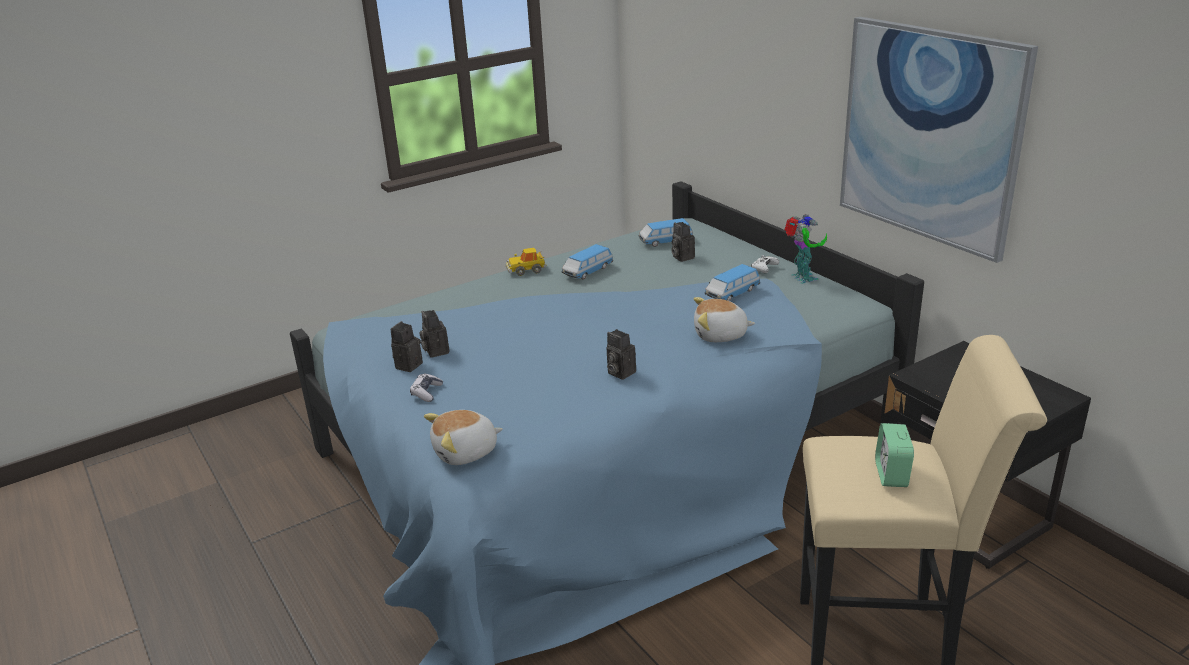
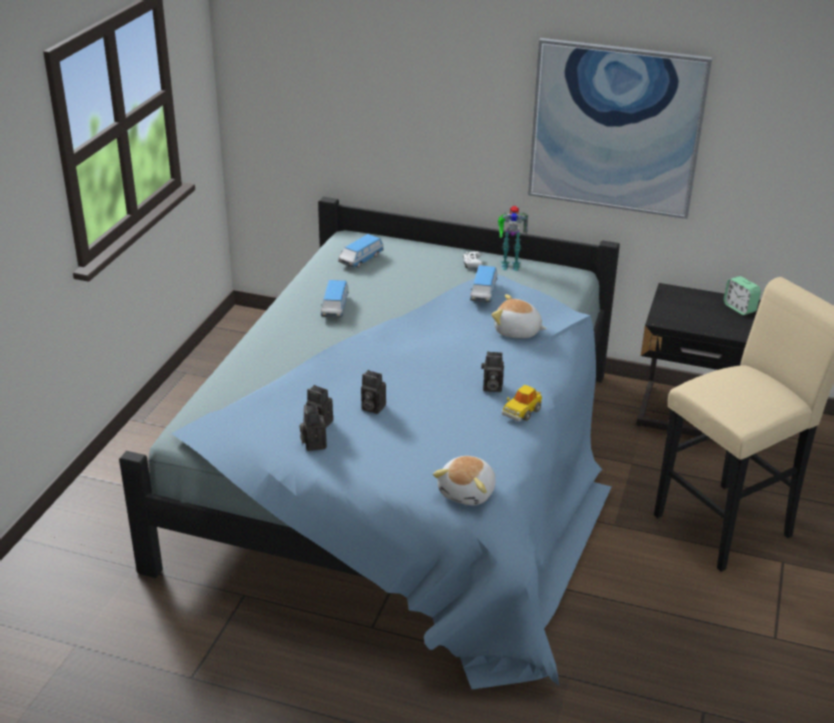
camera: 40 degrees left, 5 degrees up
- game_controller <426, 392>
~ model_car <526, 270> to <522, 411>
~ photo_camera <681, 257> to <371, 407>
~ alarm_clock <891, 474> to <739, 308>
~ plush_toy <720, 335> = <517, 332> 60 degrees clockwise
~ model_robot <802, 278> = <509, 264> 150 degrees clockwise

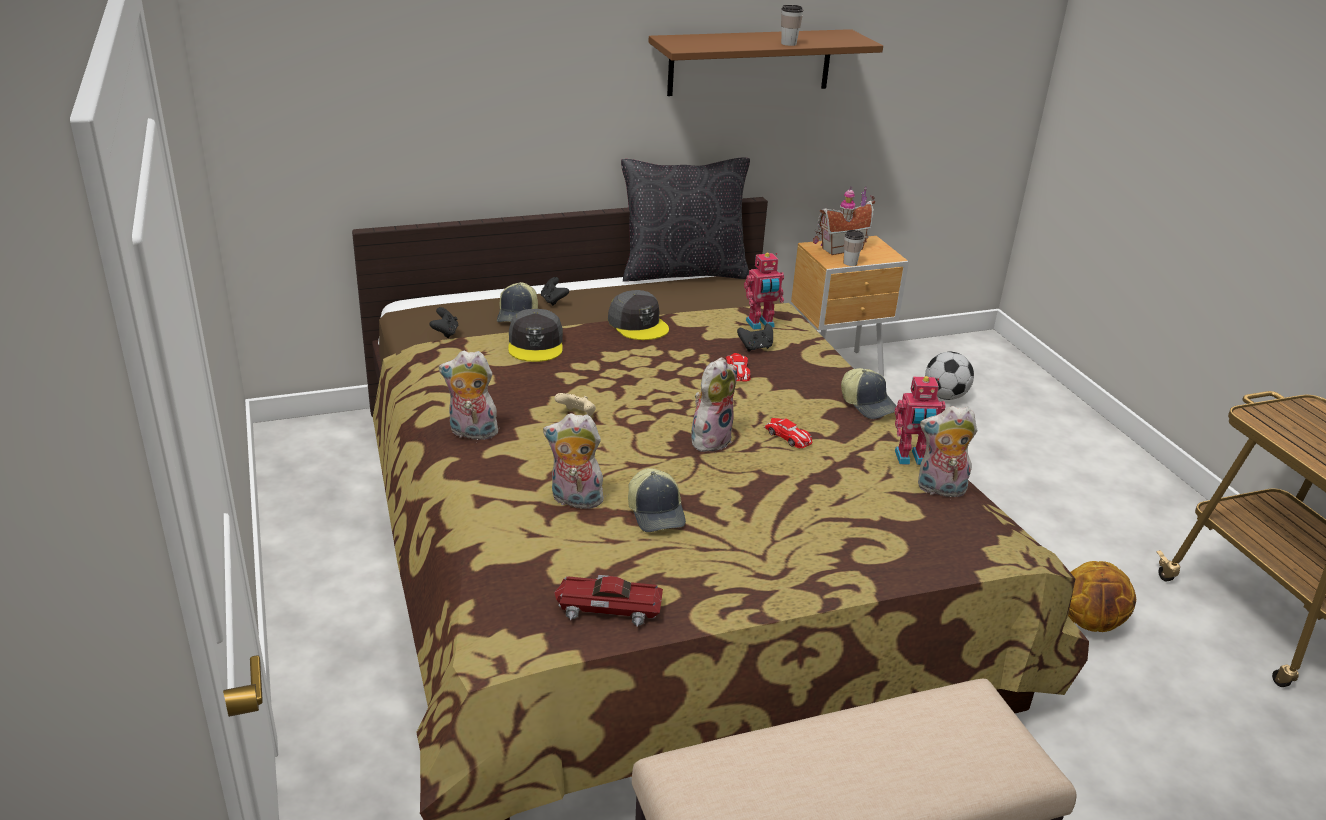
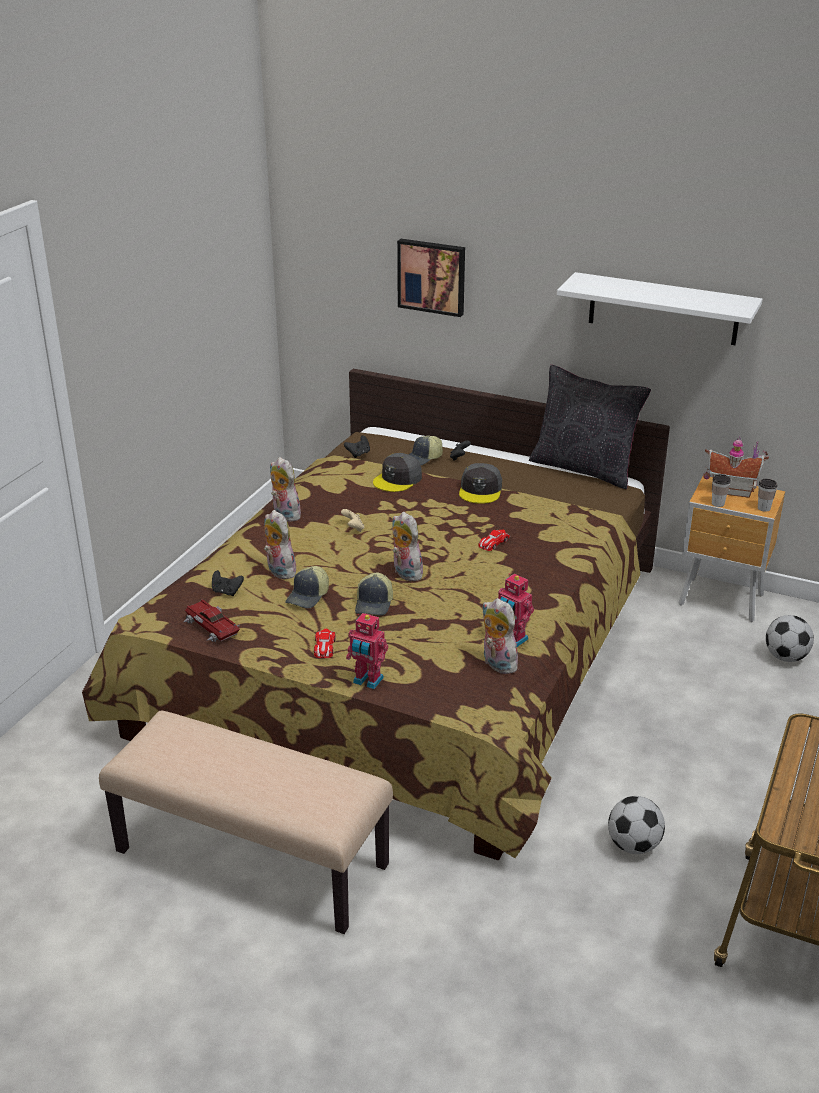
camera: 45 degrees right, 0 degrees up
+ picture <432, 276>
~ blackish_game_controller <756, 347> to <226, 592>
~ model_robot <760, 324> to <367, 681>
~ model_car <788, 437> to <324, 647>
~ cup <788, 43> to <764, 508>
~ cap <868, 404> to <374, 604>
~ basketball_ball <1090, 623> to football <633, 846>
~ brown-coloured_shelf <750, 62> to whitish_shelf <663, 309>
~ plush_toy <710, 439> = <405, 573> 120 degrees counterclockwise

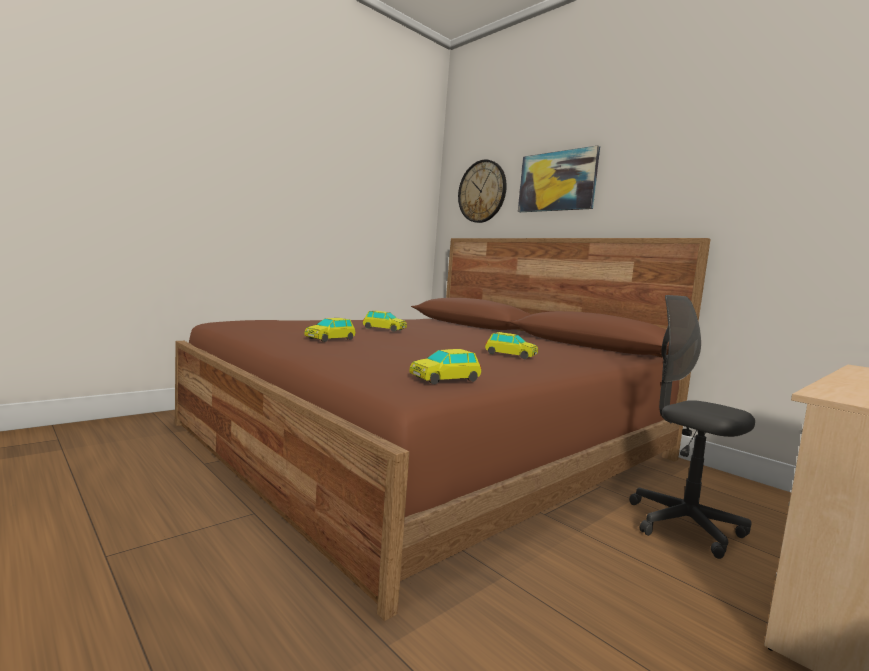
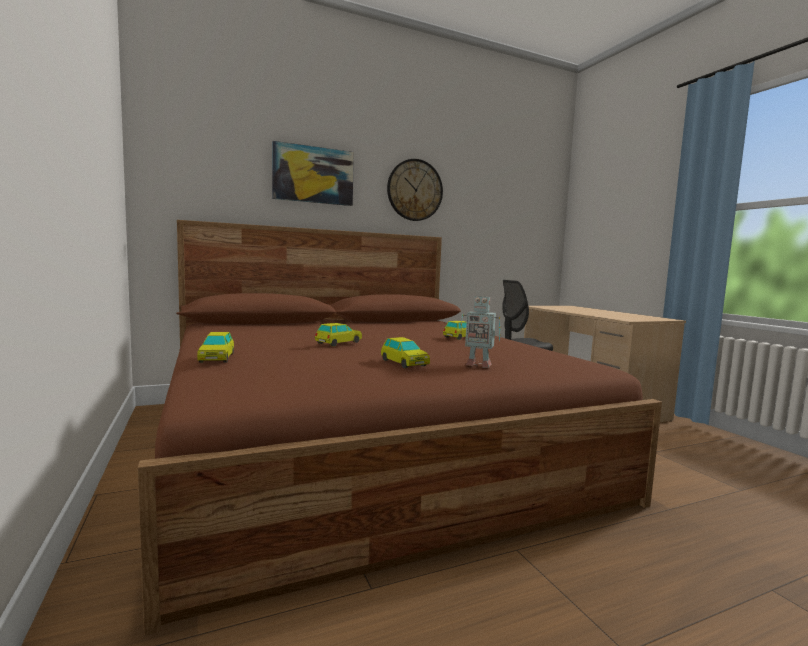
camera: 70 degrees left, 0 degrees up
+ model_robot <478, 364>
~ model_car <445, 379> to <217, 358>
~ wall_clock <482, 191> to <414, 190>

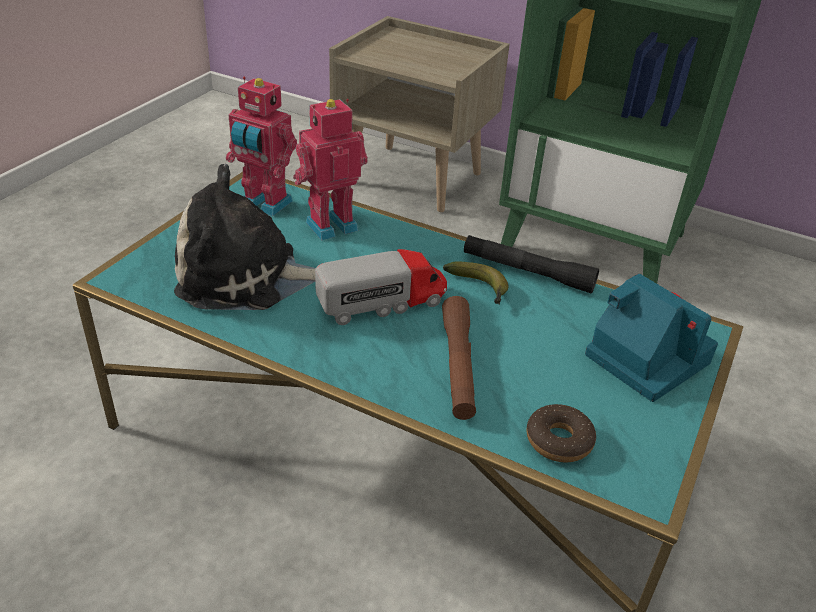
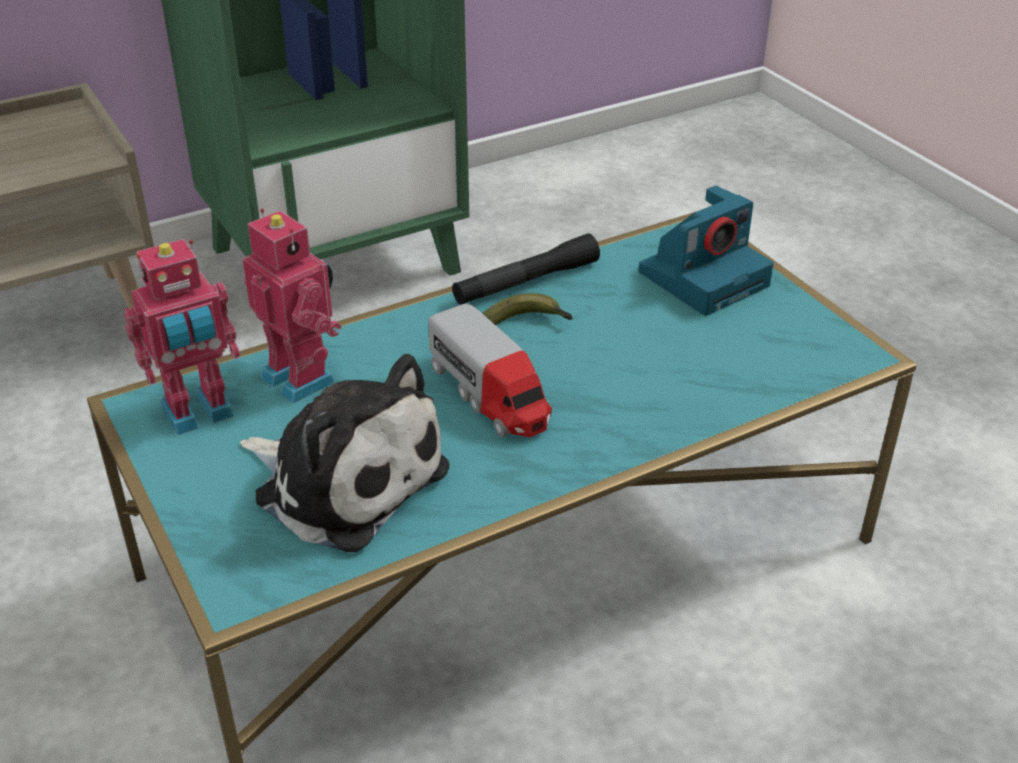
camera: 55 degrees left, 0 degrees up
- brown-coloured_flashlight <458, 366>
- ring_doughnut <559, 441>
~ plush_toy <246, 276> = <344, 480> 90 degrees counterclockwise
~ model_robot <330, 224> = <302, 377> 135 degrees clockwise
~ toy_lorry <383, 302> = <491, 395> 135 degrees clockwise
~ photo_camera <644, 357> = <704, 277> 150 degrees clockwise

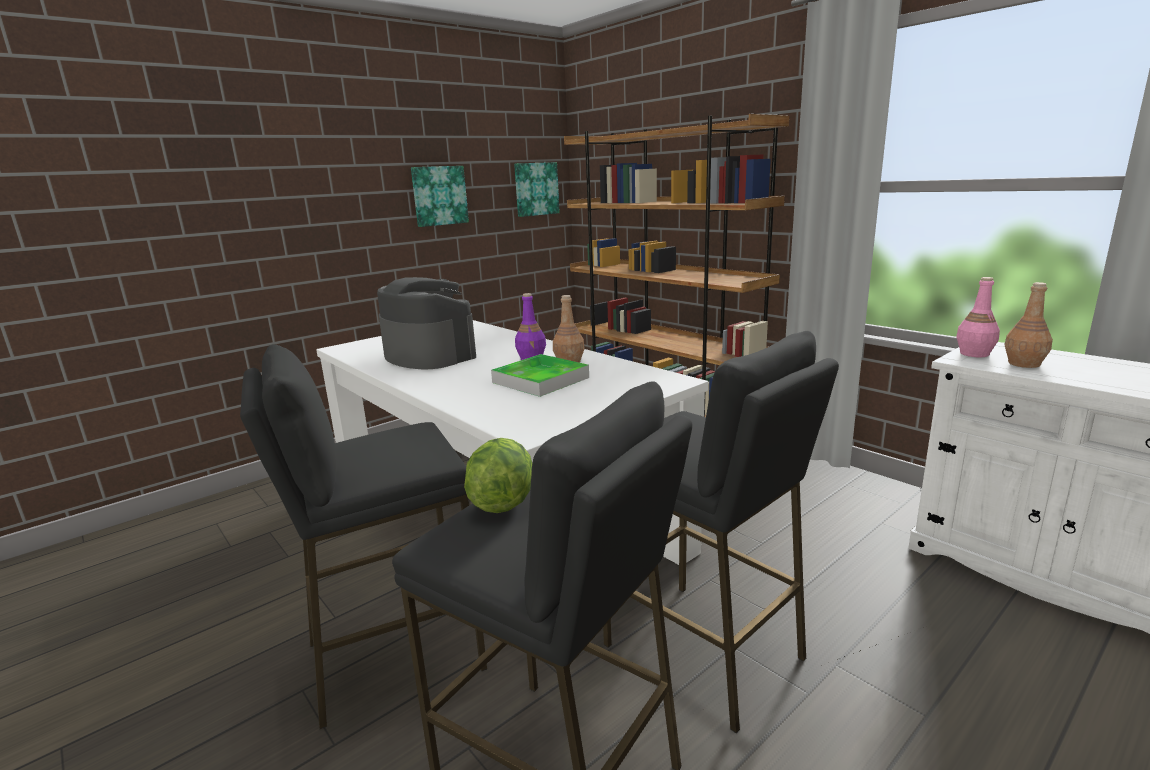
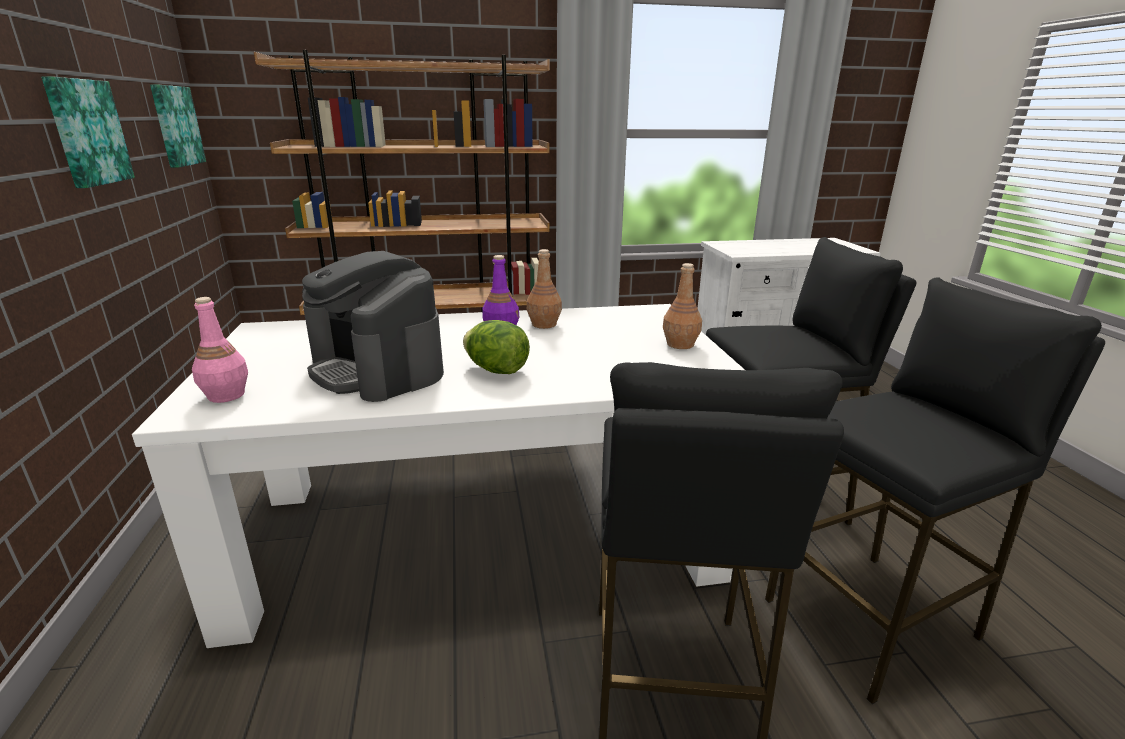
camera: 60 degrees left, 5 degrees up
- carrying_tray <540, 380>
~ lettuce <502, 501> to <496, 370>
~ pink_beverage_bottle <974, 354> to <226, 395>
~ brown-coloured_beverage_bottle <1023, 363> to <679, 344>
~ coffee_brewer <429, 355> = <377, 369> 120 degrees counterclockwise

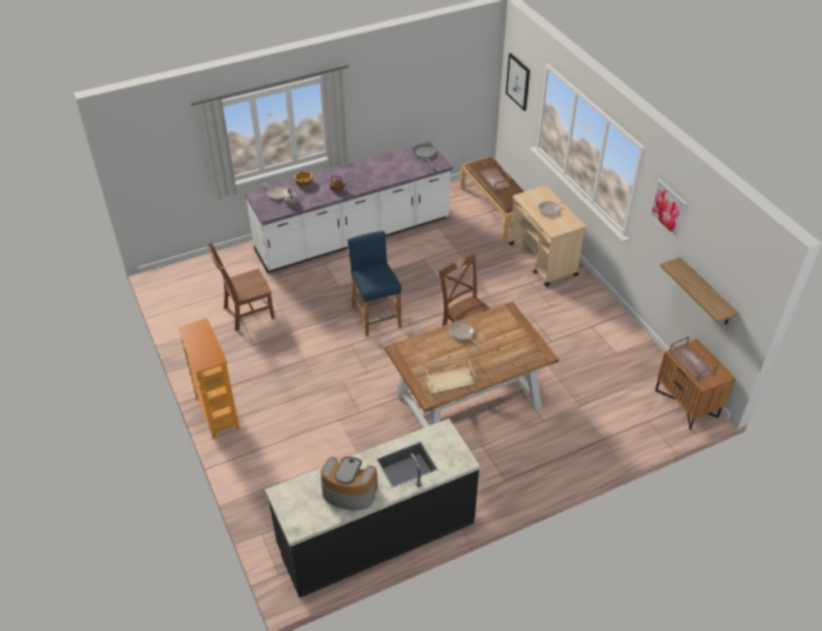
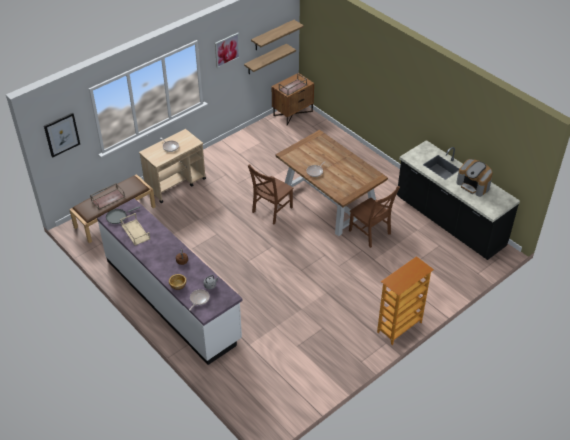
camera: 105 degrees left, 0 degrees up
- blue-coloured_stool <376, 316>
+ shelf <272, 35>
~ brown-coloured_upright_chair <247, 313> to <370, 233>
~ sand-coloured_carrying_tray <449, 380> to <135, 232>
~ coffee_brewer <349, 492> = <473, 185> 45 degrees counterclockwise

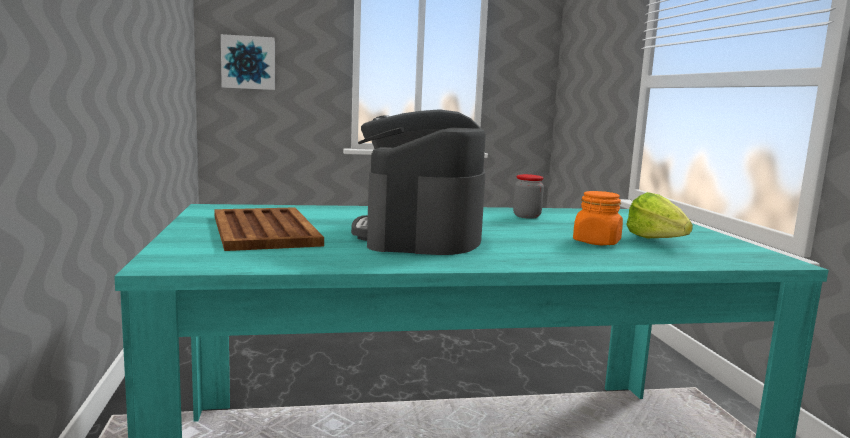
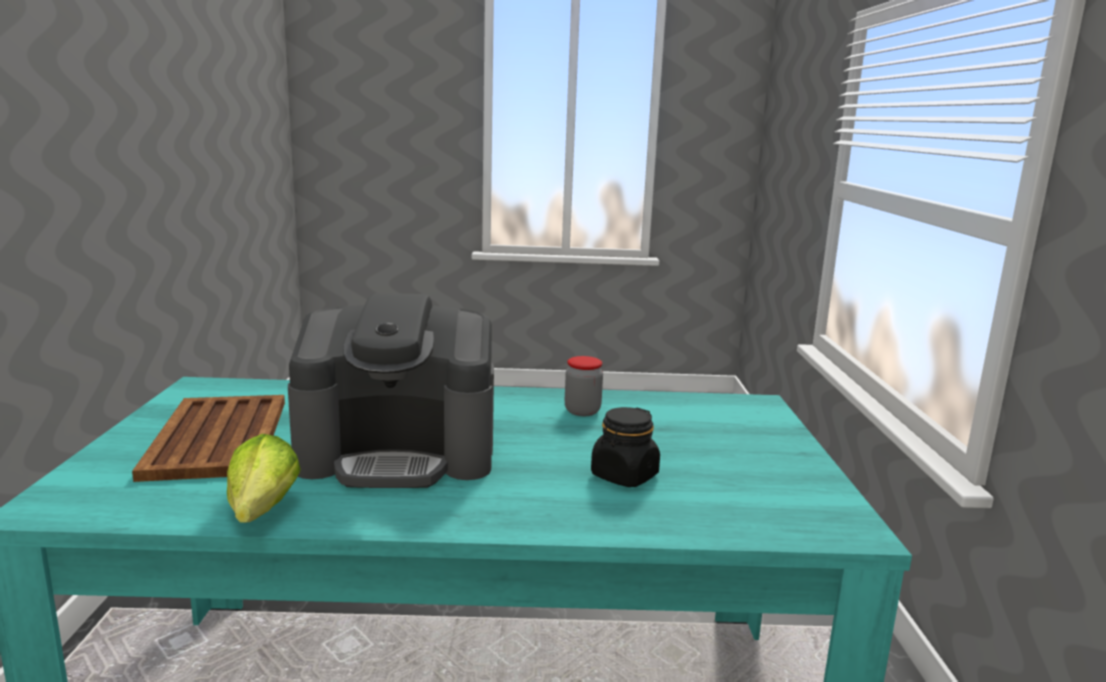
camera: 10 degrees right, 5 degrees up
- picture <248, 62>
~ lettuce <659, 242> to <256, 517>
~ orangey_preserve_jar <596, 242> to blackish_preserve_jar <624, 476>
~ coffee_brewer <419, 235> = <399, 453> 105 degrees counterclockwise

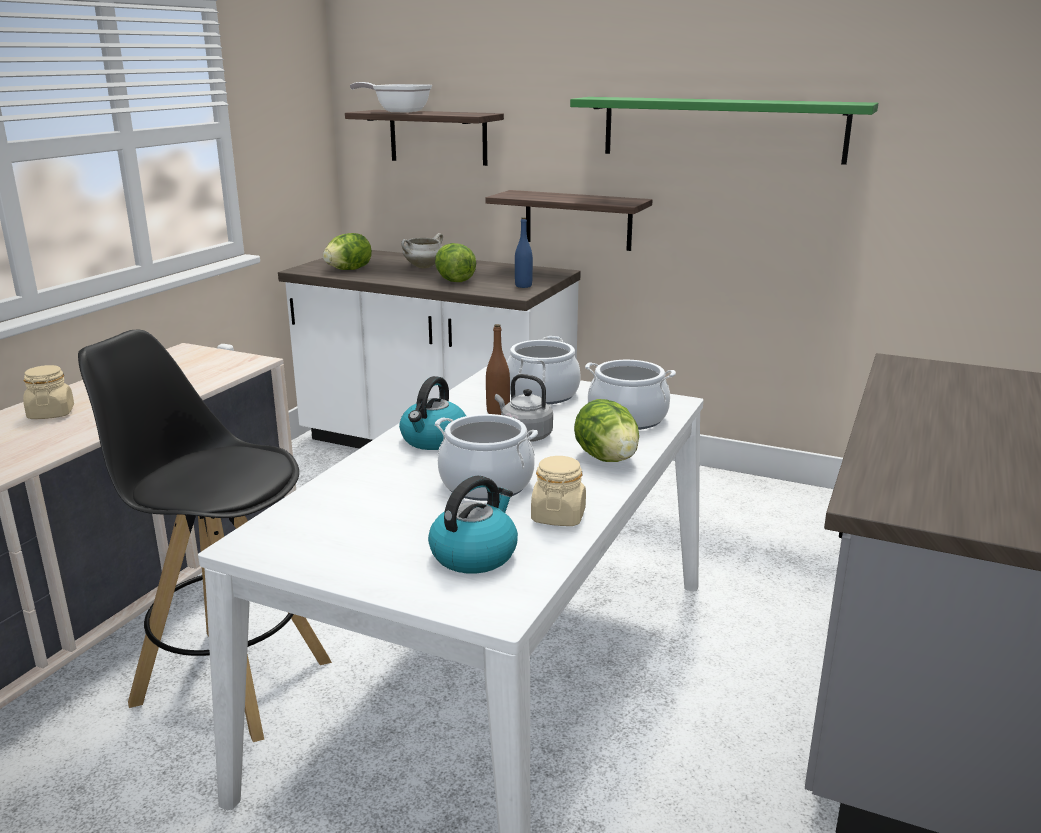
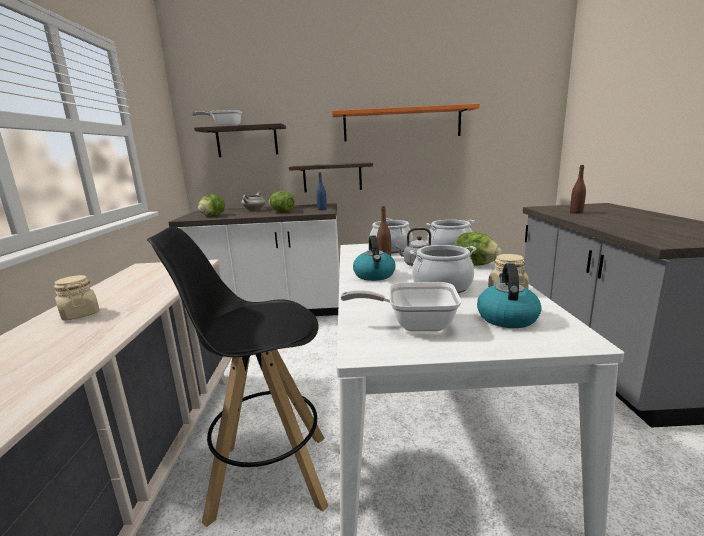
camera: 25 degrees left, 5 degrees down
+ pan <413, 324>
+ brown-coloured_beverage_bottle <576, 212>
~ green_shelf <722, 129> to orangey_shelf <402, 124>

